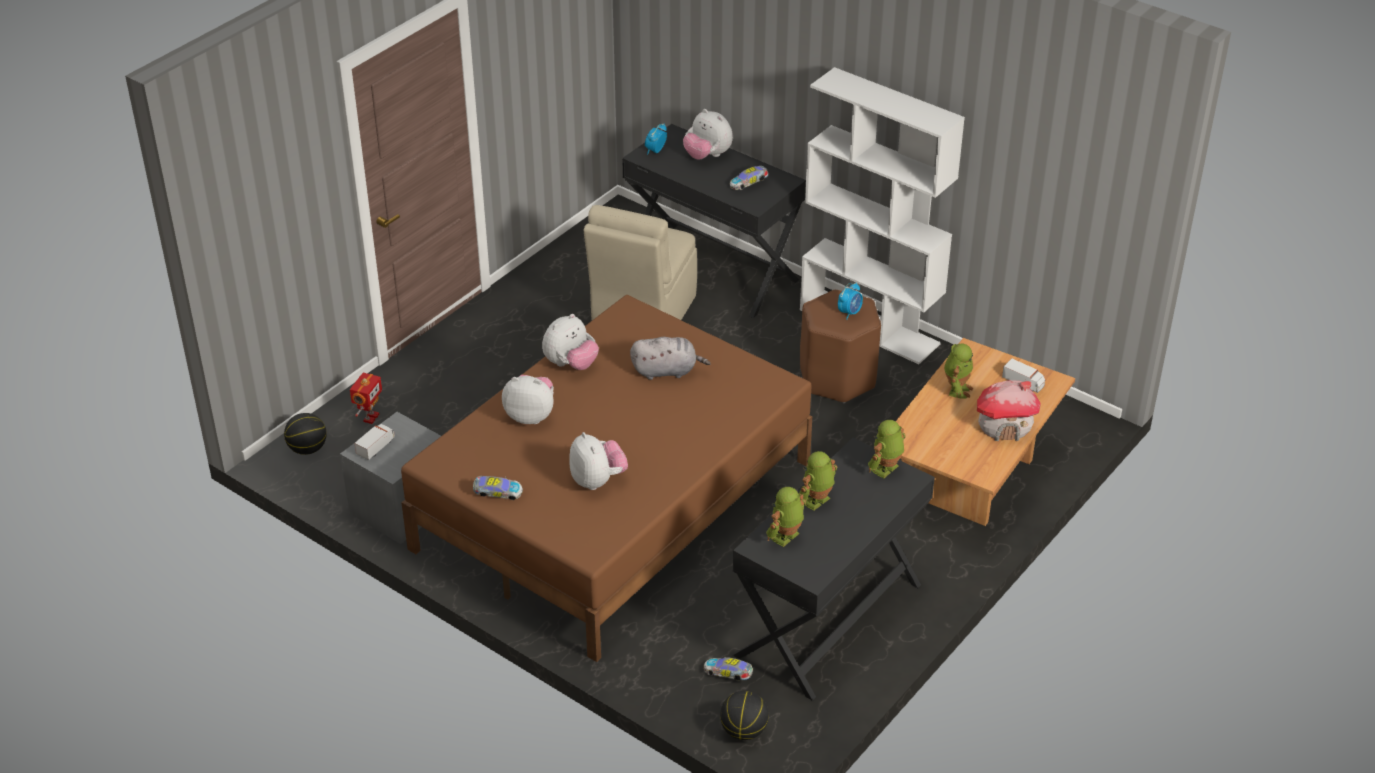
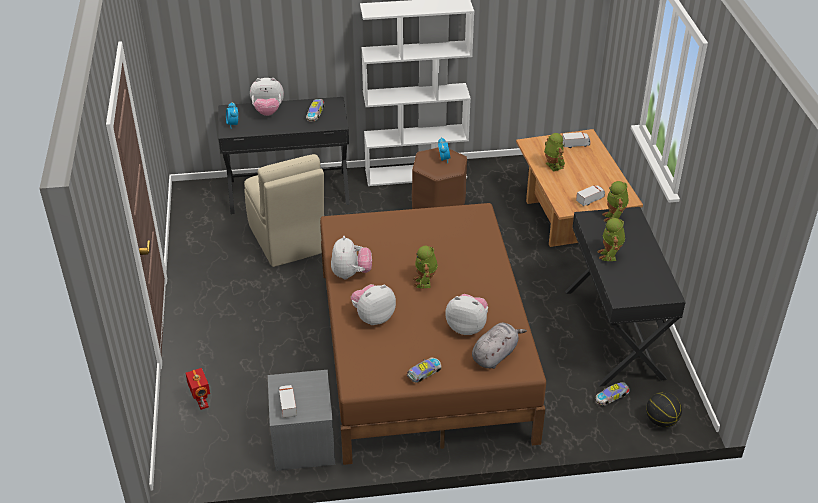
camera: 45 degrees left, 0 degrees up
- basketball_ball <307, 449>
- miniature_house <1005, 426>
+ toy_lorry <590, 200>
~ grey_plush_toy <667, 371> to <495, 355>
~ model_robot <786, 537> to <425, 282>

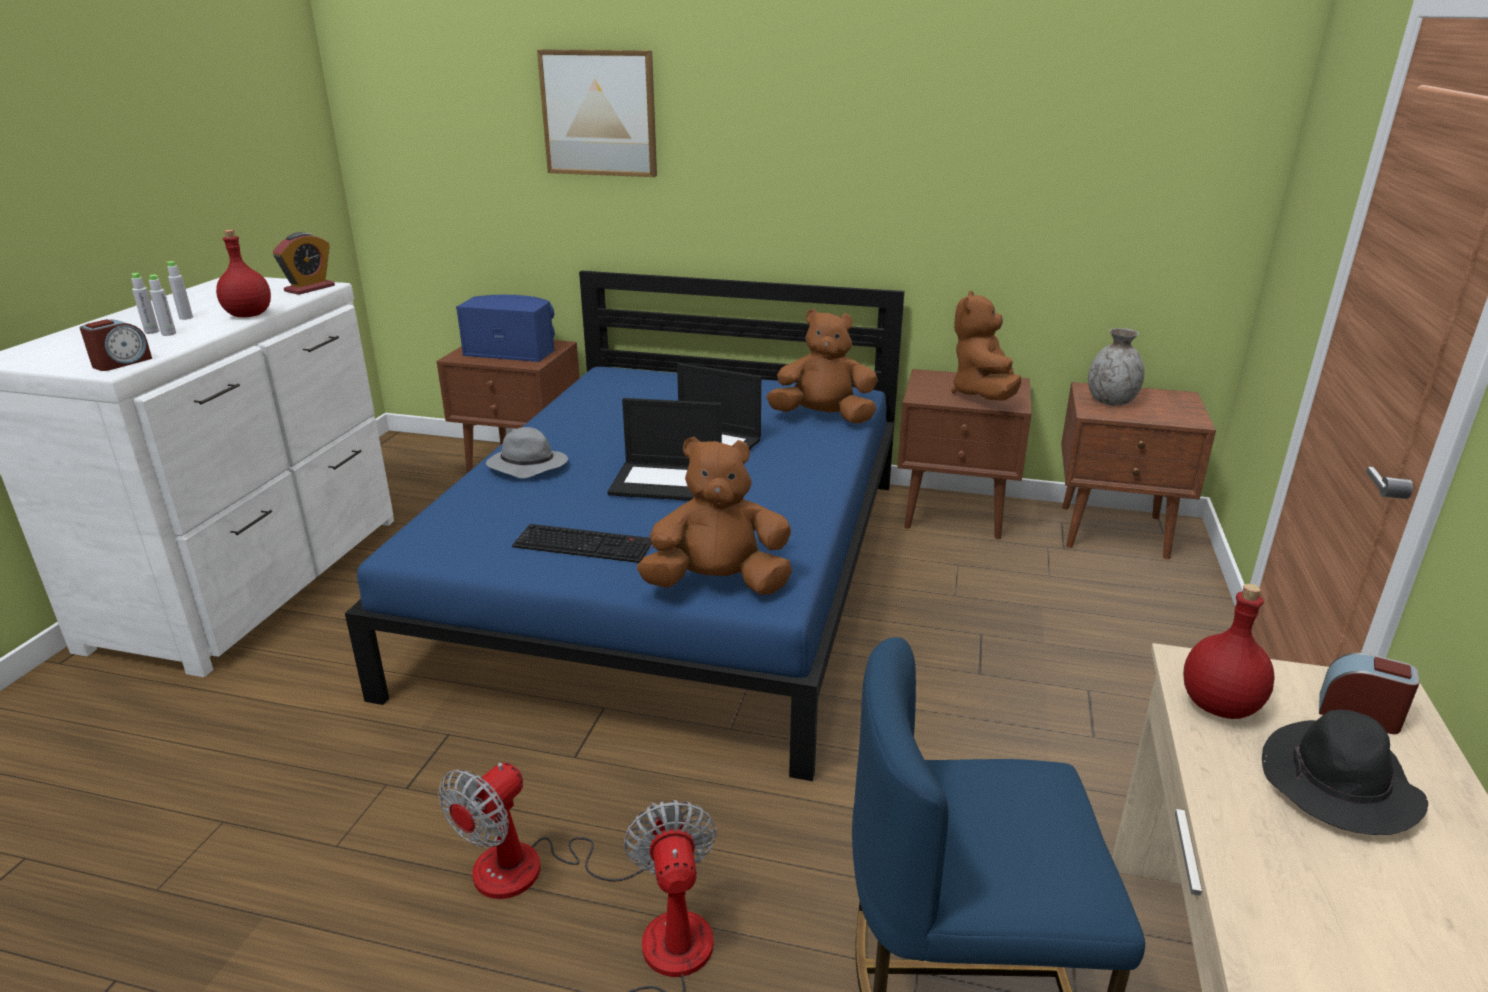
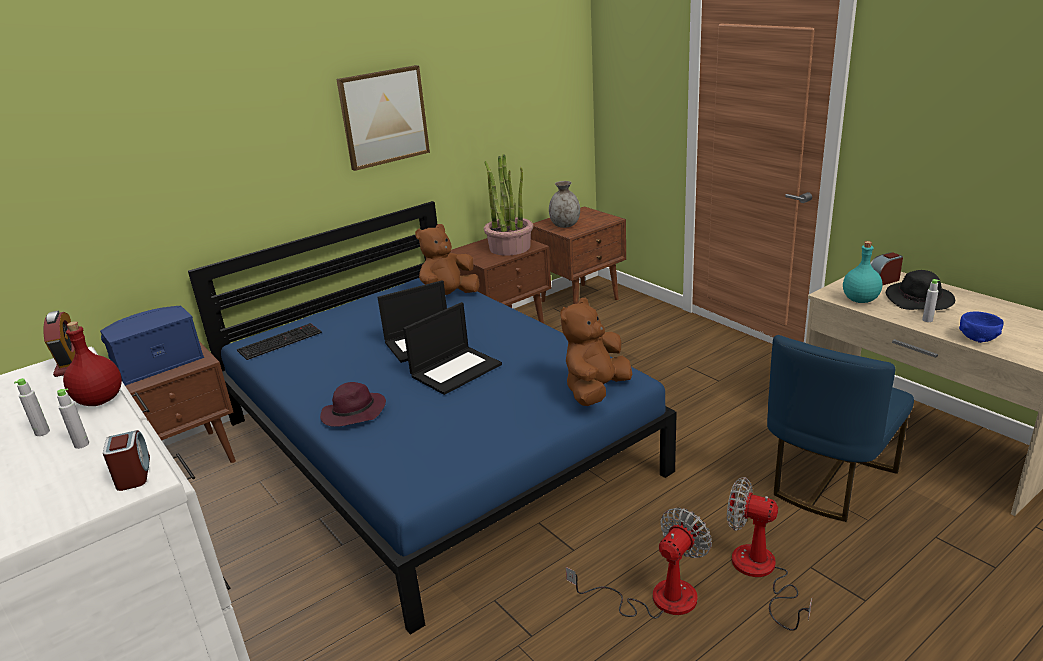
camera: 50 degrees left, 0 degrees up
+ blue-coloured_serving_bowl <977, 338>
~ grey_beverage_bottle <152, 332> to <927, 320>
~ PC_keyboard <585, 543> to <280, 341>
~ picture <599, 113> to <383, 117>
~ brown-coloured_plush_toy <983, 395> to houseplant <509, 247>
~ grey_clothing_hat <526, 466> to purplish_clothing_hat <353, 414>
~ reddish_beverage_bottle <1218, 705> to turquoise_beverage_bottle <859, 300>
~ cooling_fan <533, 869> = <657, 598> 120 degrees counterclockwise

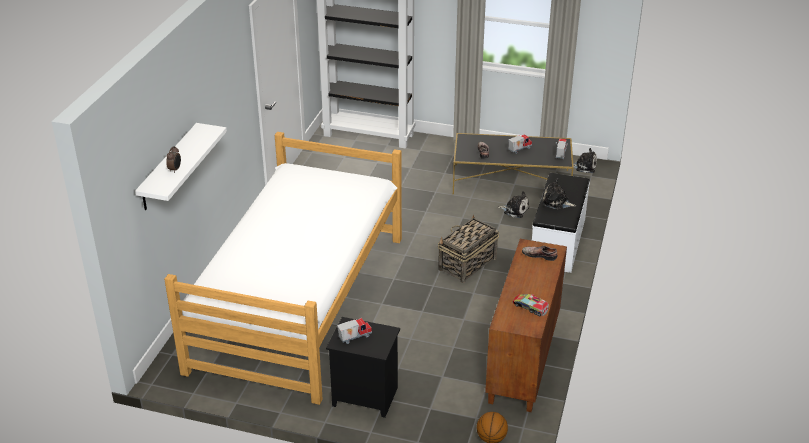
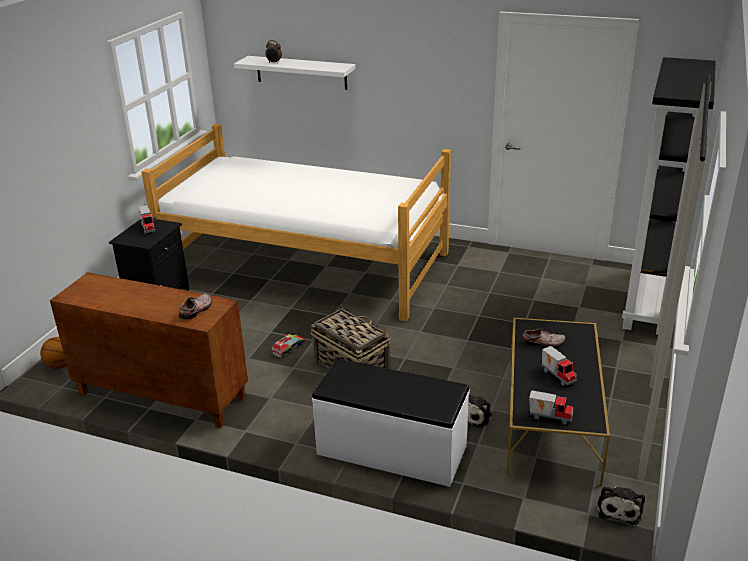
camera: 95 degrees right, 5 degrees down
- plush_toy <556, 202>
~ toy_lorry <530, 307> to <289, 348>

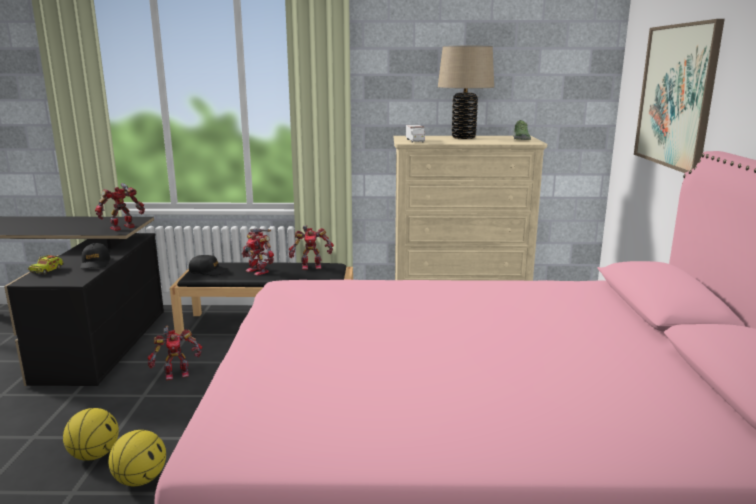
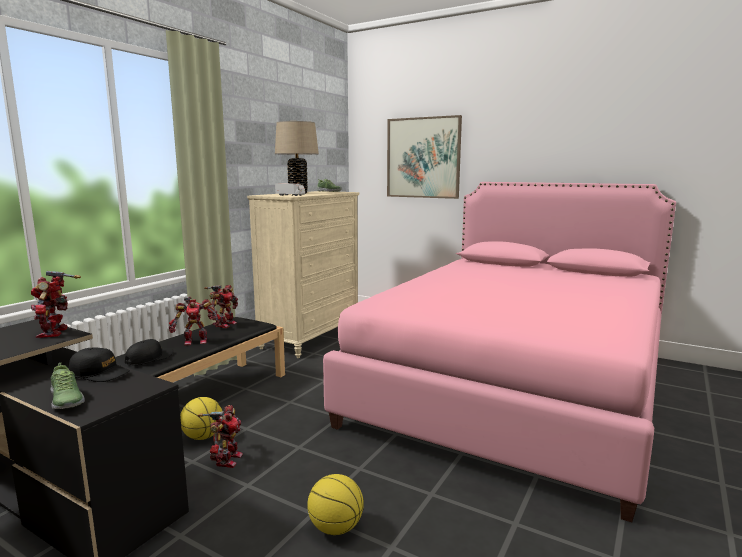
camera: 60 degrees left, 5 degrees down
~ basketball_ball <141, 479> to <203, 436>
~ toy_lorry <47, 270> to low_shoe <66, 400>

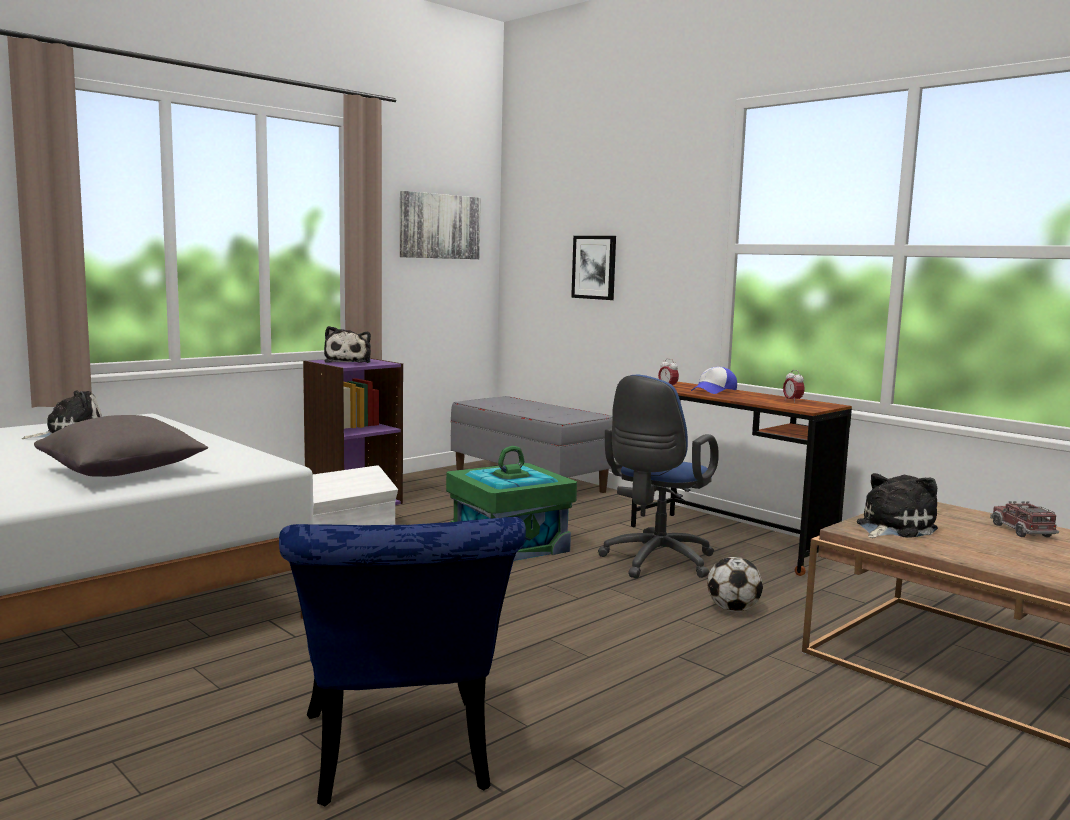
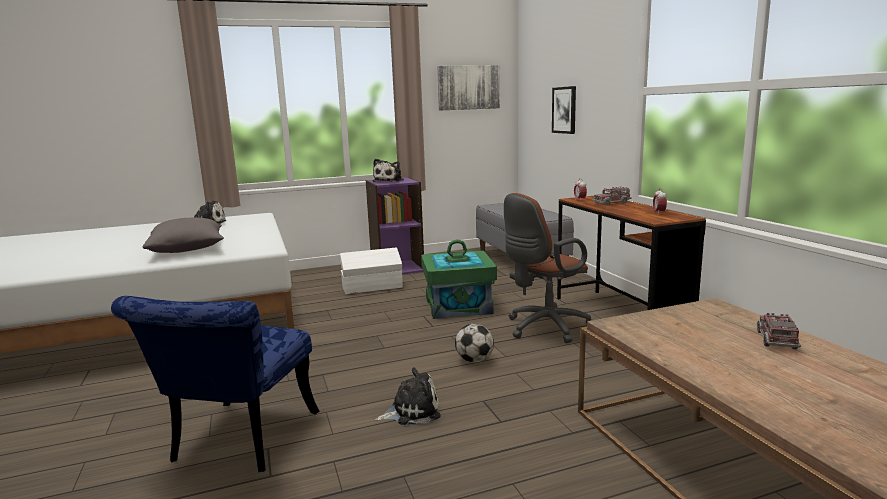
camera: 25 degrees right, 5 degrees up
~ football <733, 610> to <474, 360>
~ plush_toy <892, 528> to <412, 411>
~ cap <714, 391> to toy_lorry <611, 203>
~ blue-coloured_office_chair <655, 563> to brown-coloured_office_chair <544, 328>

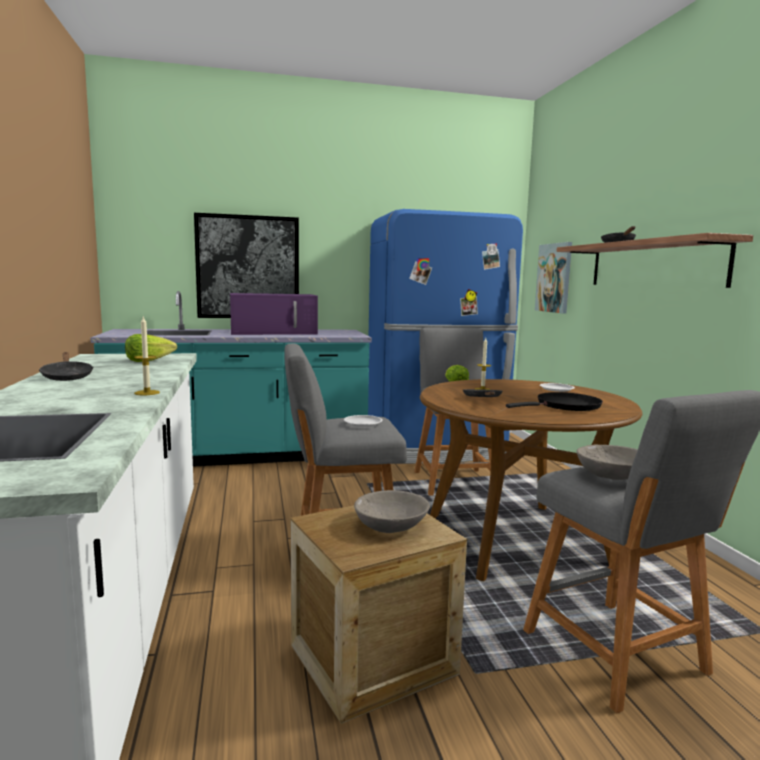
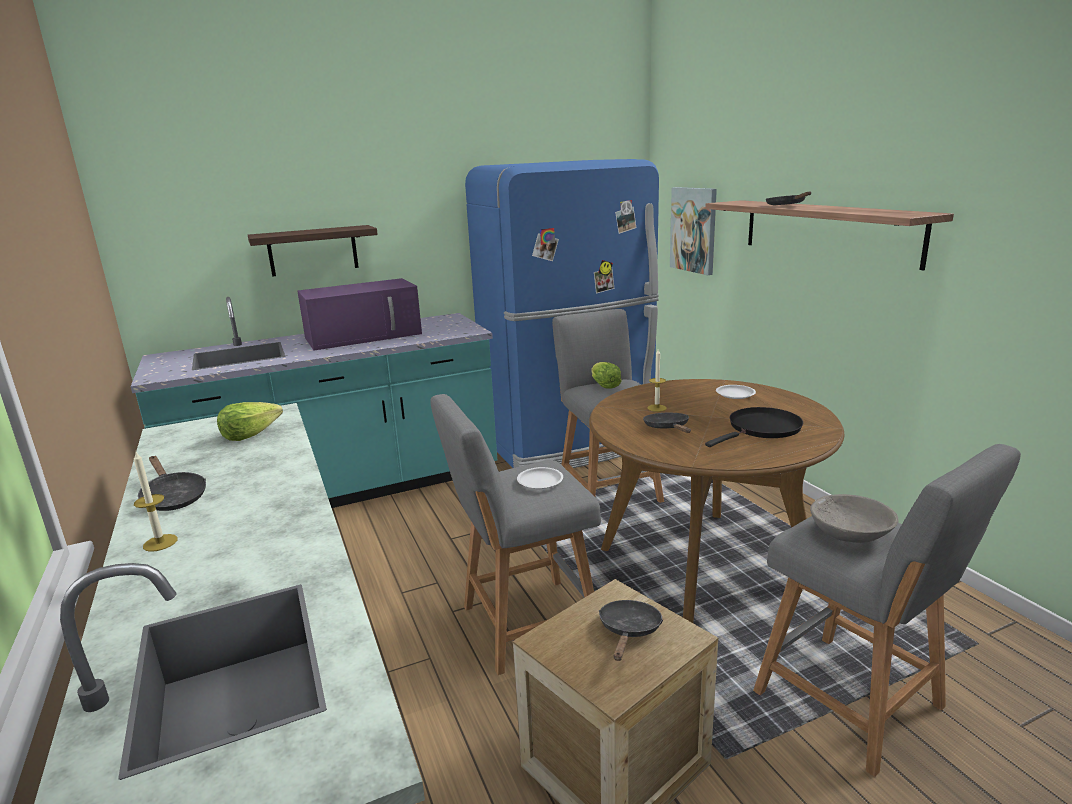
camera: 10 degrees left, 10 degrees up
~ wax_light <147, 393> to <160, 543>
~ picture <248, 267> to shelf <313, 250>
~ grey_serving_bowl <391, 525> to blackish_pan <629, 631>

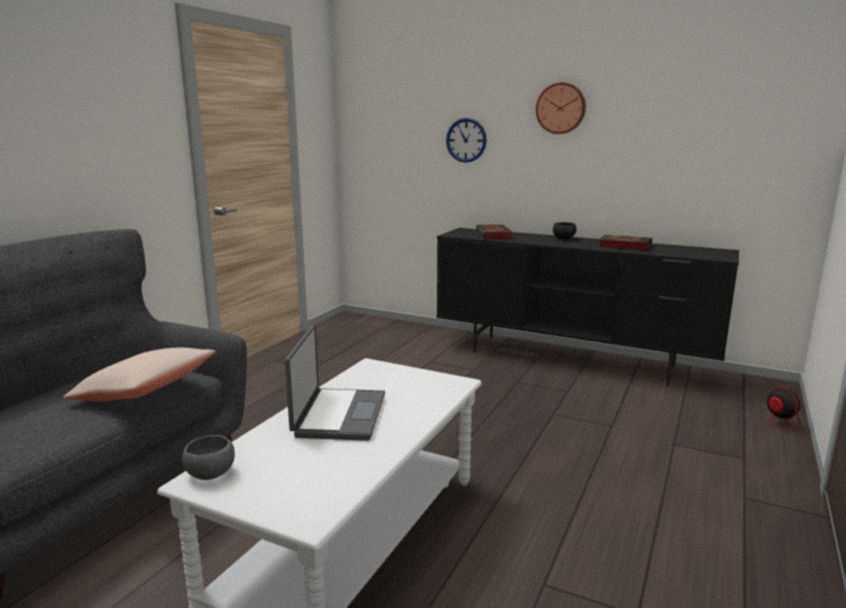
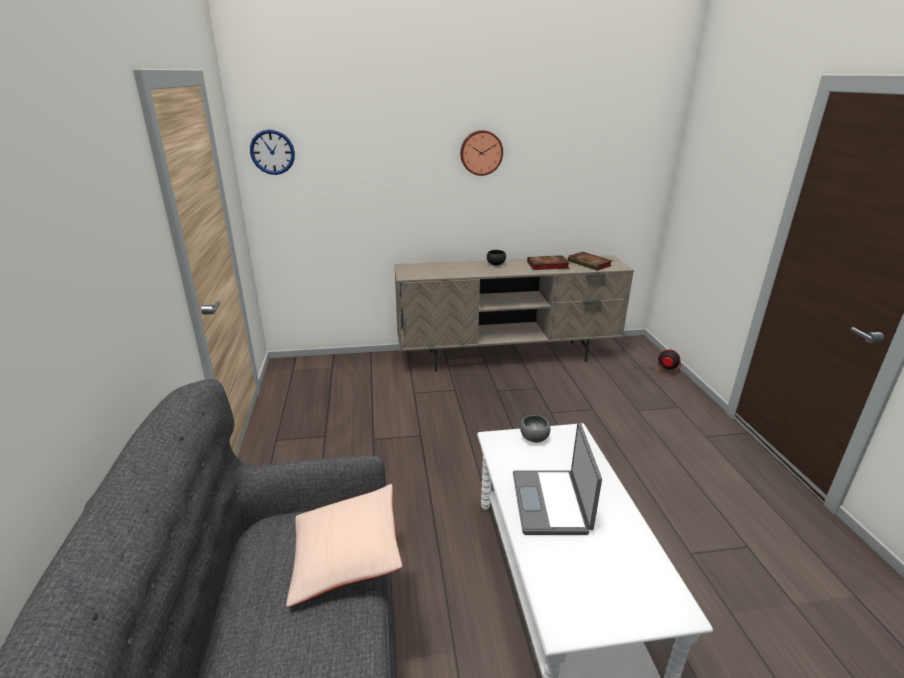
camera: 35 degrees left, 10 degrees up
~ grey_serving_bowl <210, 473> to <533, 438>
~ wall_clock <466, 140> to <272, 152>
~ volume <494, 235> to <590, 264>
~ blackish_tv_stand <572, 359> to sand-coloured_tv_stand <508, 356>
~ notebook_computer <338, 415> = <552, 503> 150 degrees counterclockwise

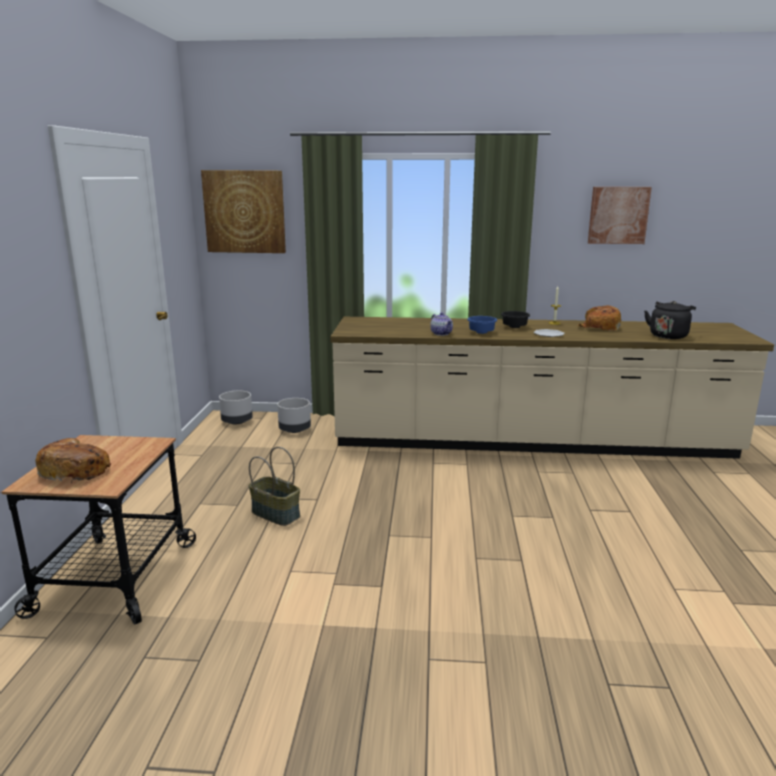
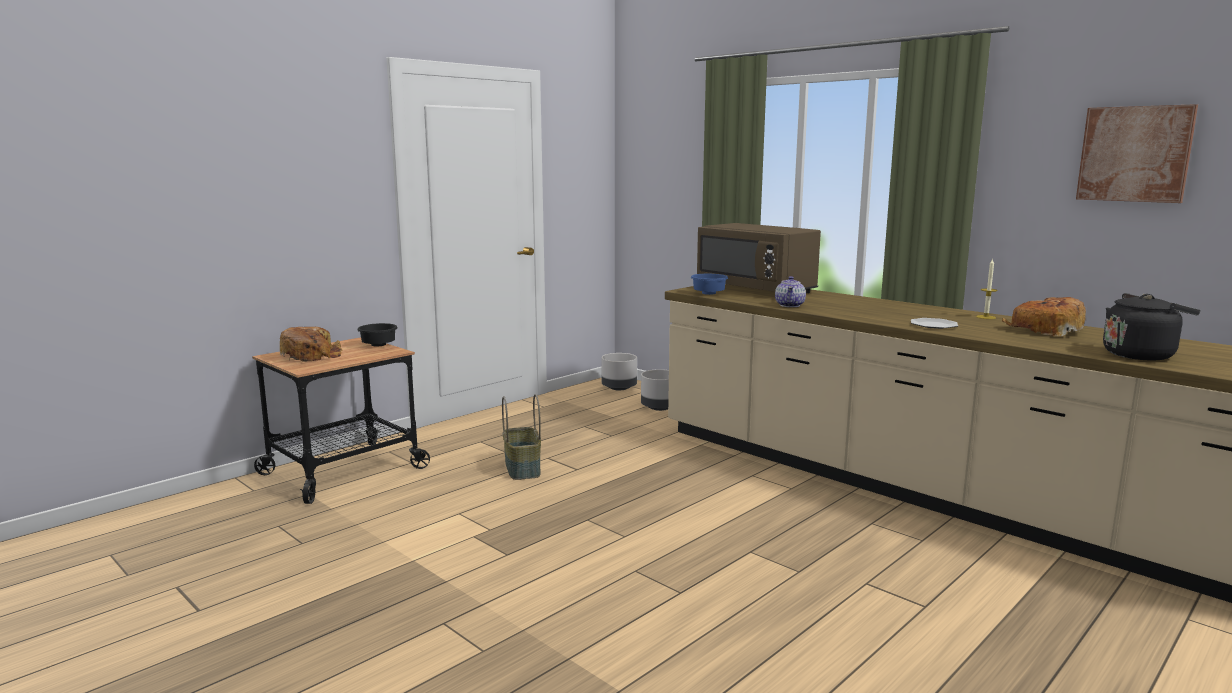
camera: 40 degrees right, 5 degrees down
- picture <244, 212>
+ brown-coloured_kitchen_microwave <756, 289>
~ blue-coloured_serving_bowl <480, 332> to <708, 294>
~ blackish_serving_bowl <514, 327> to <377, 345>

